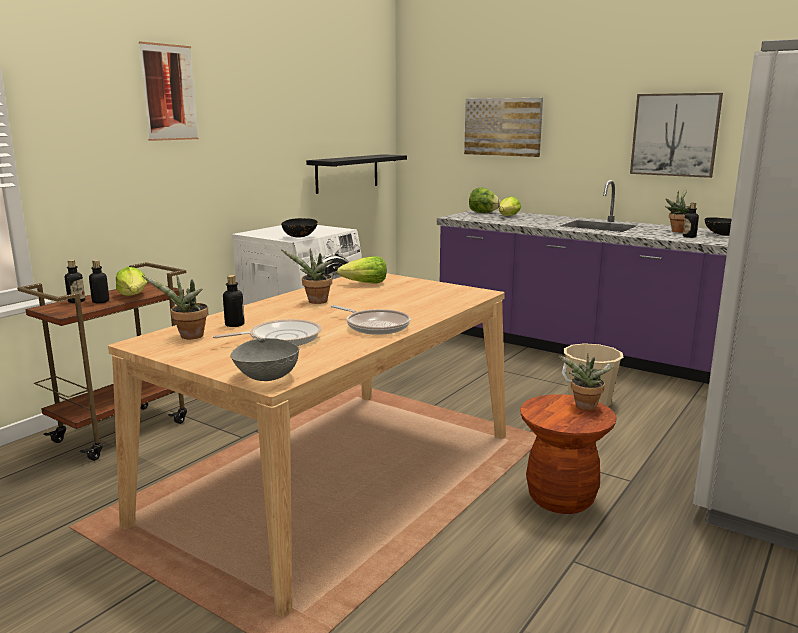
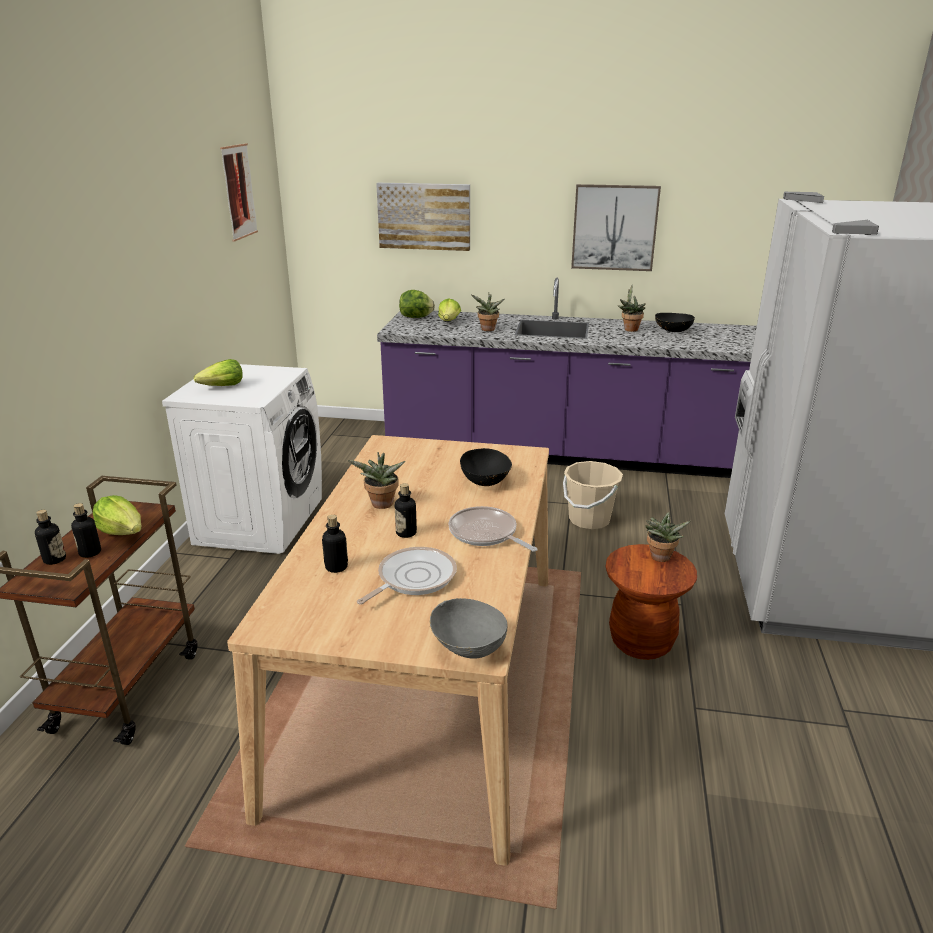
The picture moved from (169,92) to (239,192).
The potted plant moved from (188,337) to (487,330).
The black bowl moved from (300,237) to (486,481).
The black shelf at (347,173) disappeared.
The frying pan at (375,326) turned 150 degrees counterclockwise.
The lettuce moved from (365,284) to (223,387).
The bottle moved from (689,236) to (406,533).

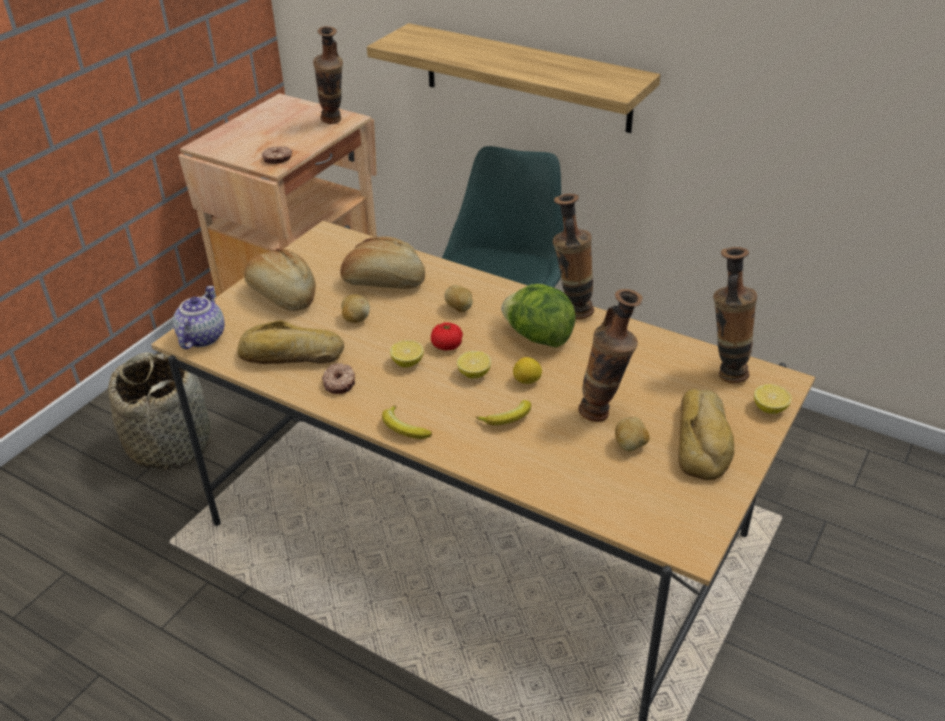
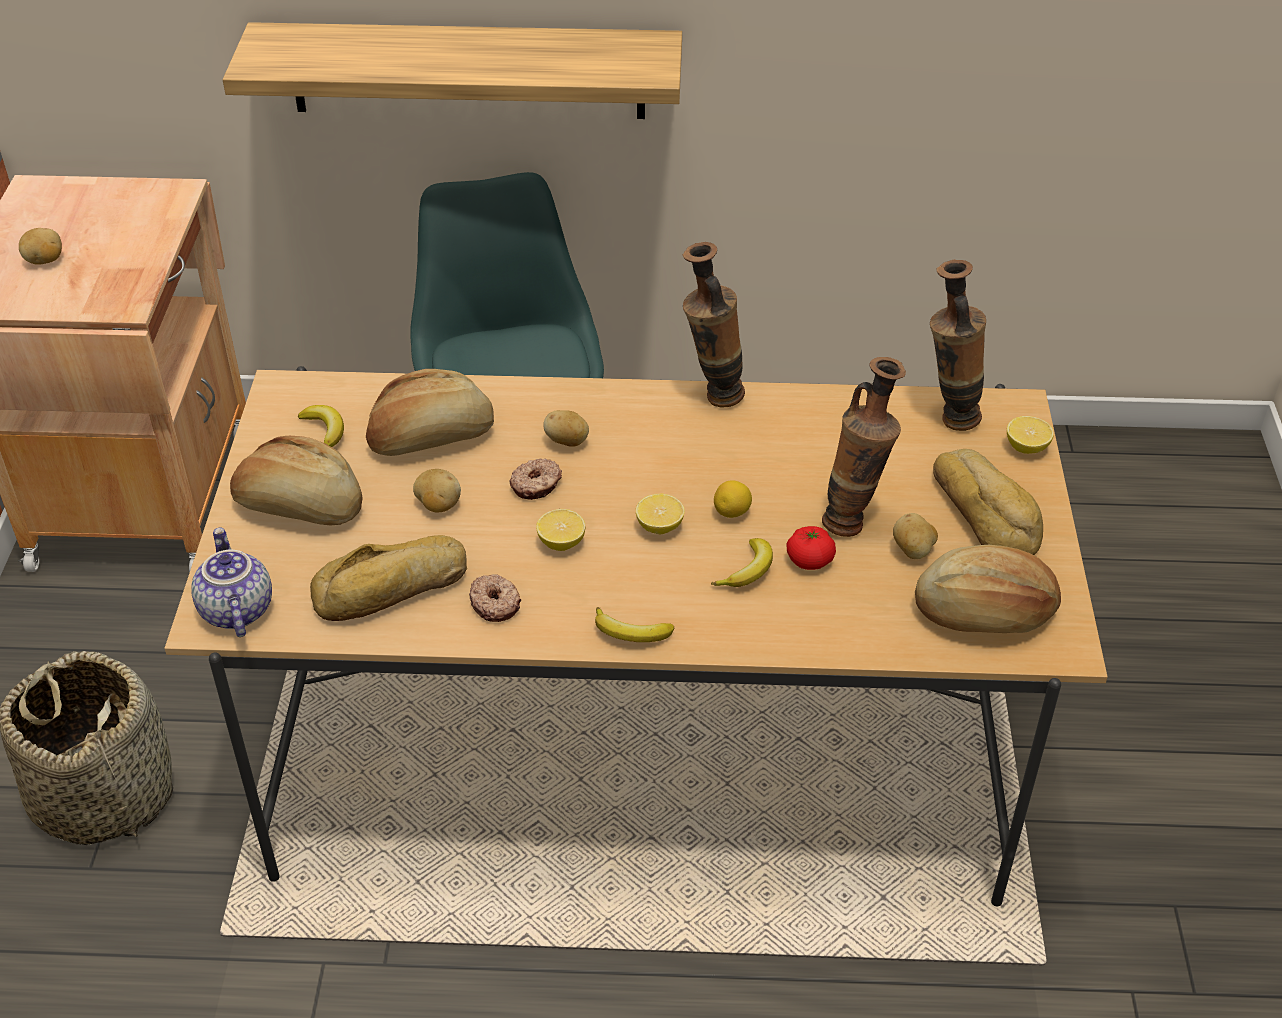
The donut moved from (277,159) to (536,485).
The vase at (334,122) disappeared.
The tomato moved from (447,345) to (809,560).
The lettuce at (538,337) disappeared.
The potato at (45,261) appeared.
The banana at (324,433) appeared.
The bread at (984,612) appeared.

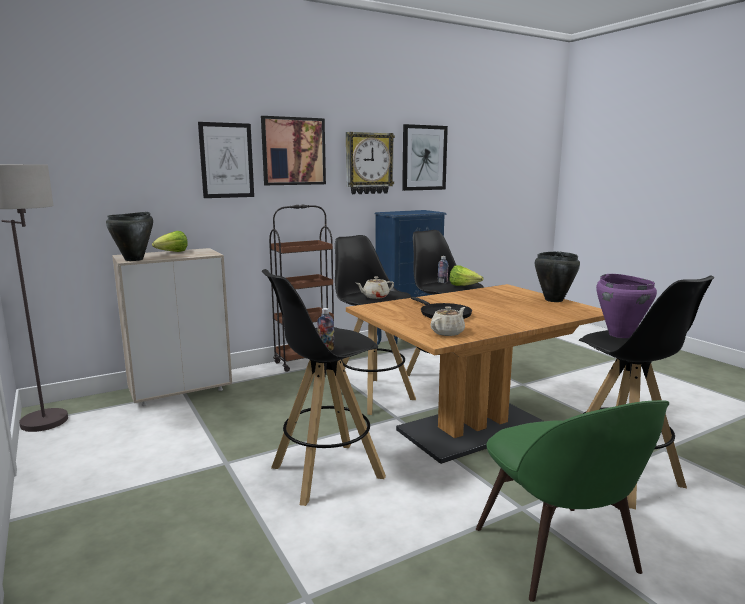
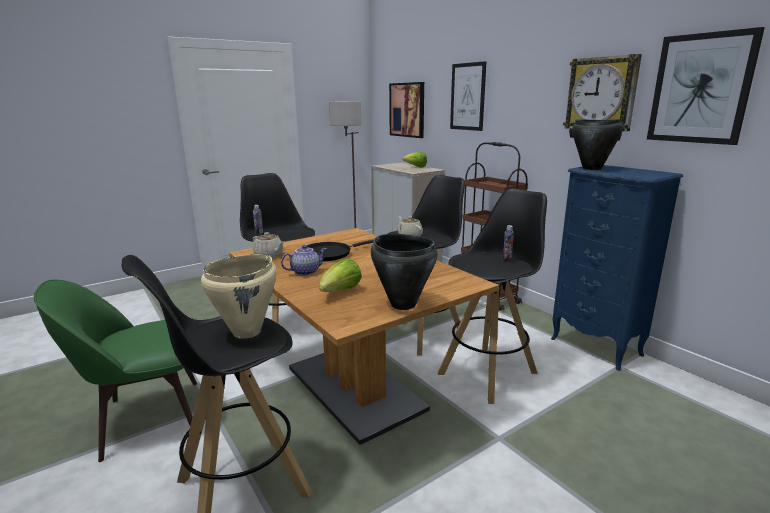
The black cooking pot moved from (134,259) to (592,168).
The picture moved from (293,151) to (407,110).
The lettuce moved from (463,286) to (340,292).
The purple cooking pot at (620,334) became the beige cooking pot at (247,332).
The teapot at (305,272) appeared.

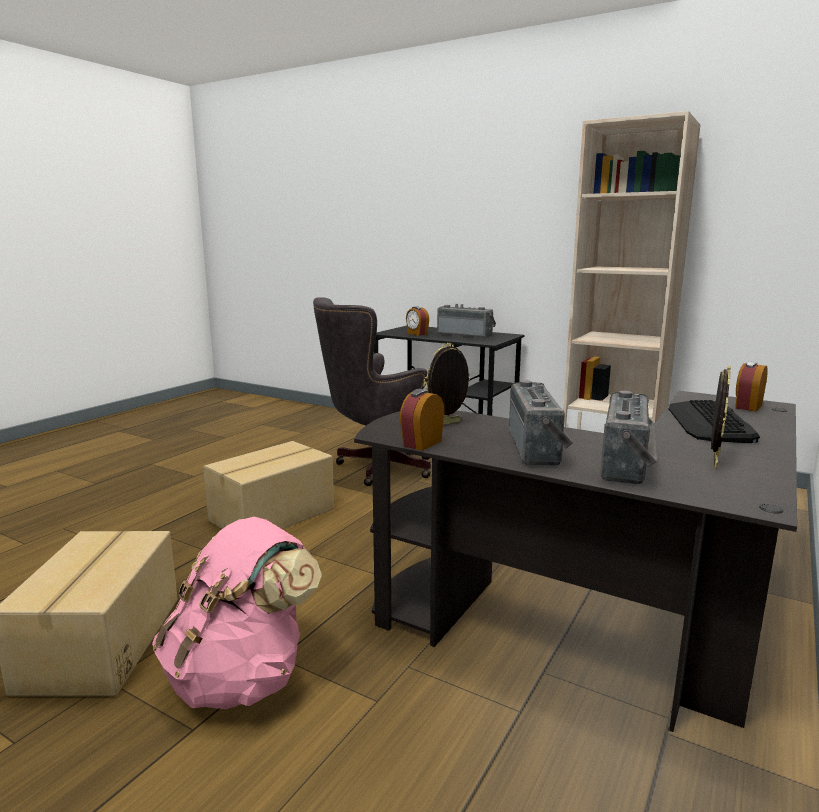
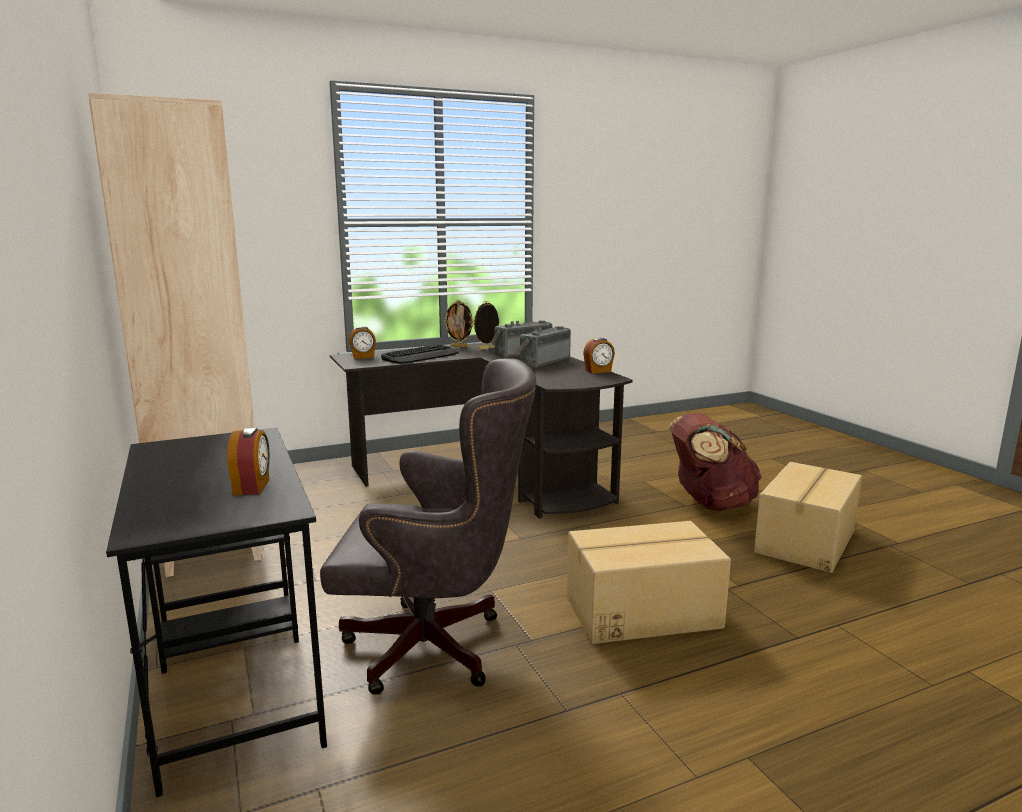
The pink backpack at (242,677) became the brown backpack at (710,504).
The picture frame moved from (447,424) to (459,346).
The radio at (466,335) disappeared.

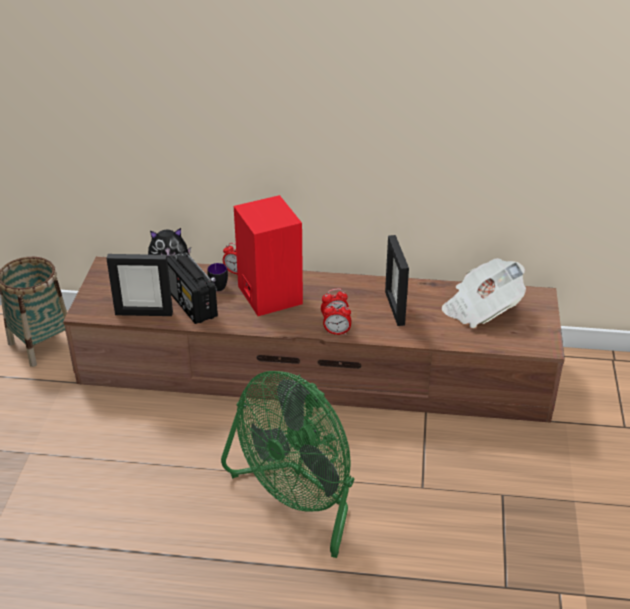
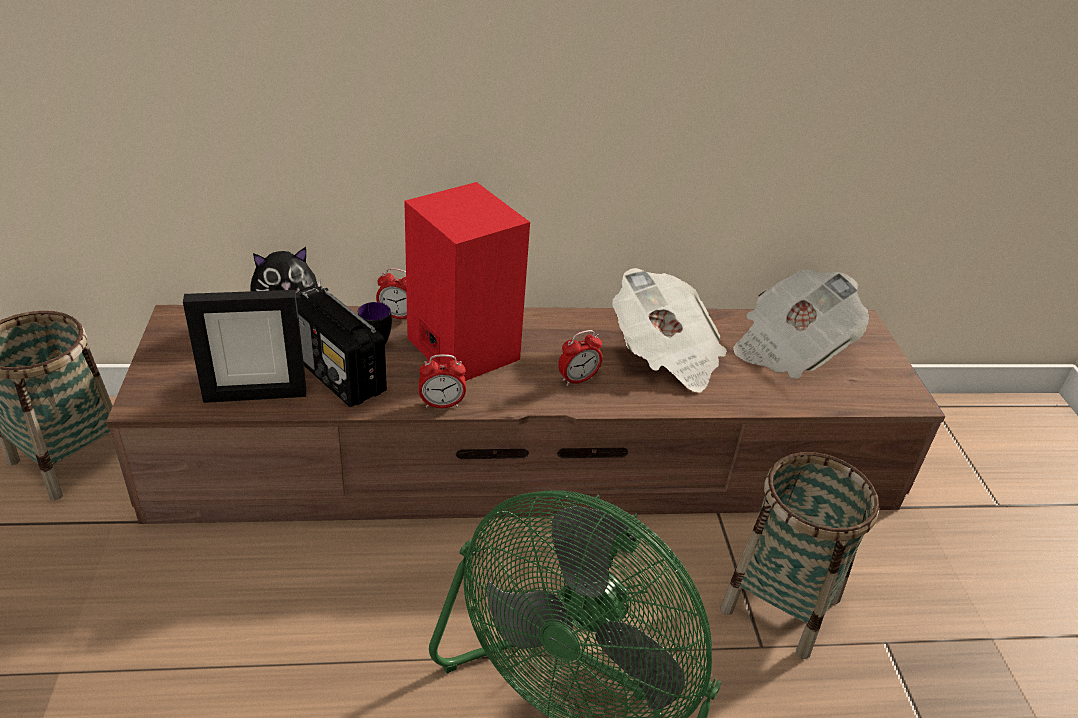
The alarm clock moved from (337,332) to (442,404).
The picture frame at (396,308) was replaced by the newspaper at (665,355).
The basket at (780,604) appeared.

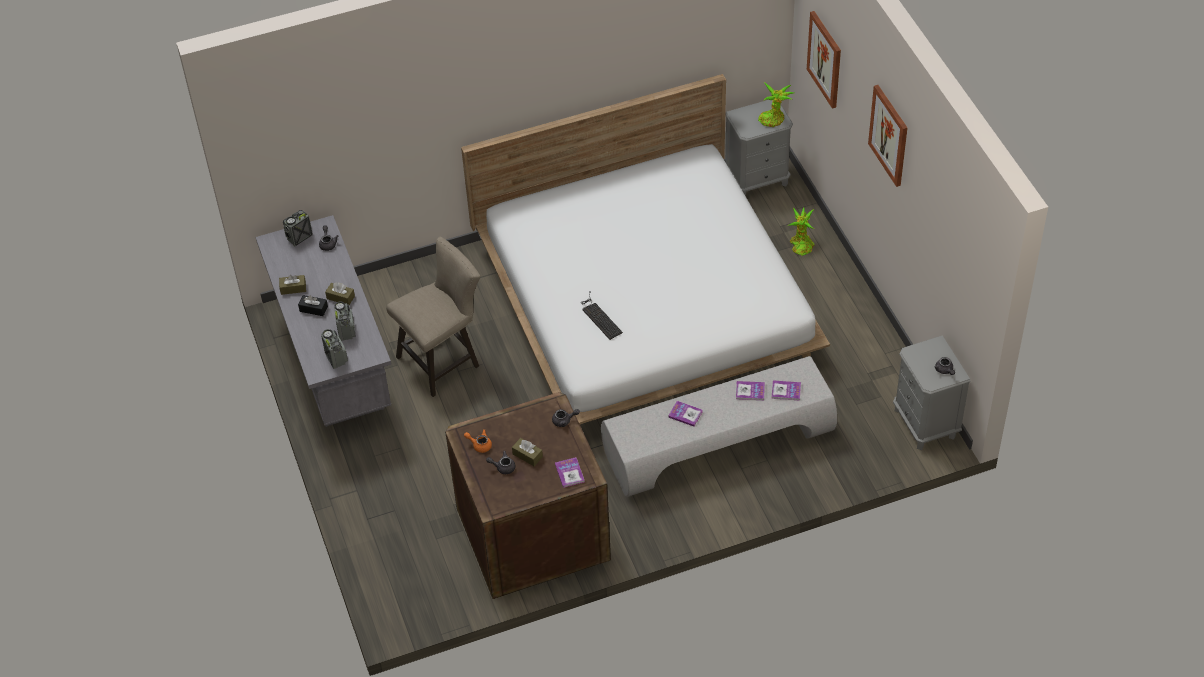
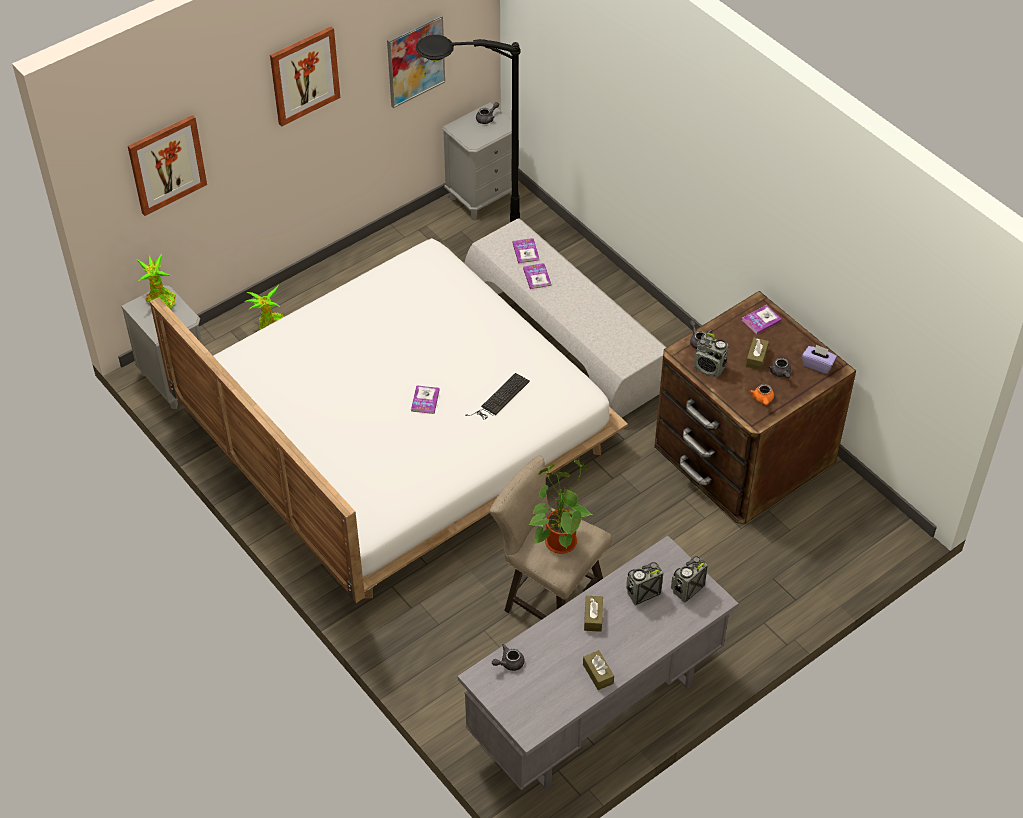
The radio moved from (299,237) to (709,368).
The black tissue box at (313,309) disappeared.
The book moved from (685,414) to (425,400).
The picture at (415,60) appeared.
The black floor lamp at (463,240) appeared.
The potted plant at (559,539) appeared.
The purple tissue box at (817,365) appeared.

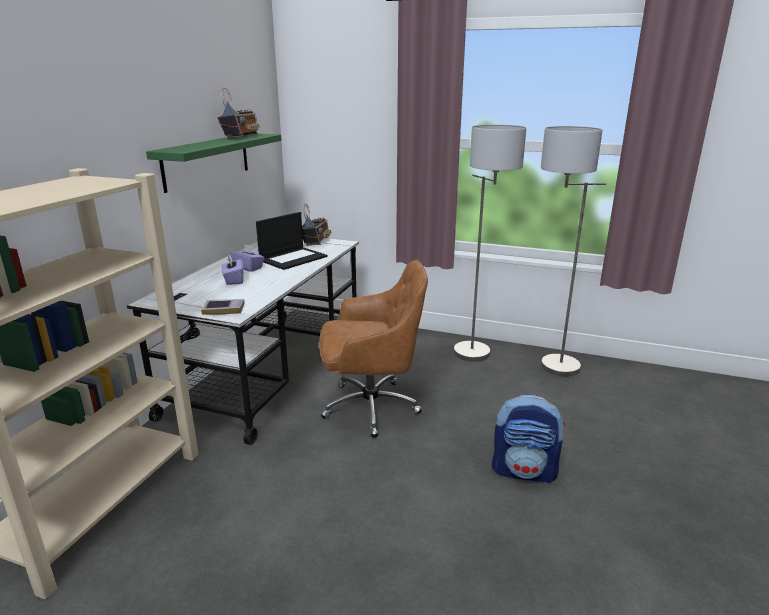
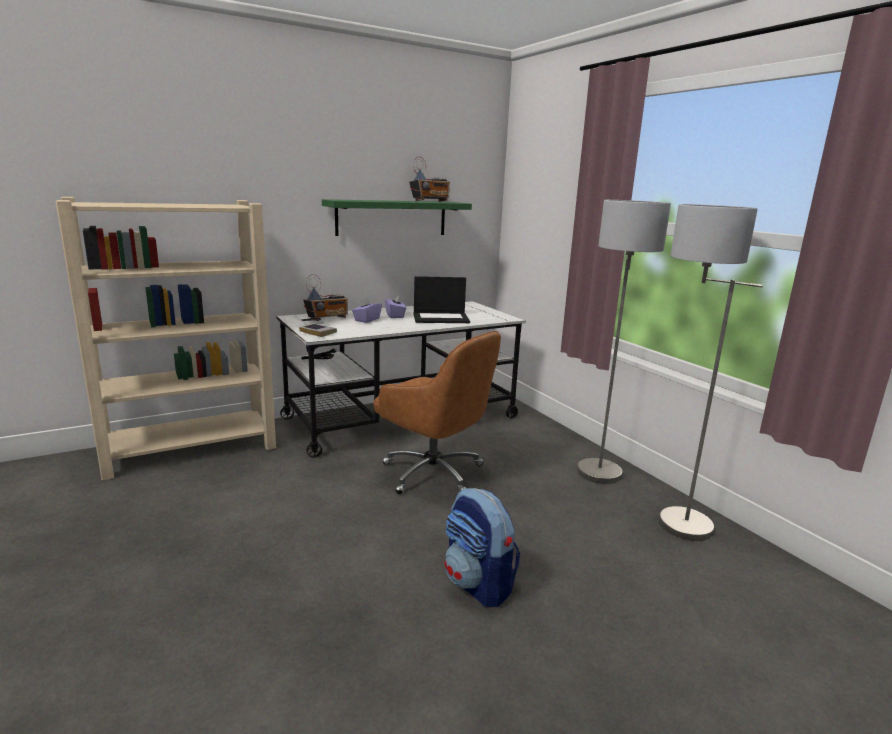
The radio moved from (316,242) to (327,319).

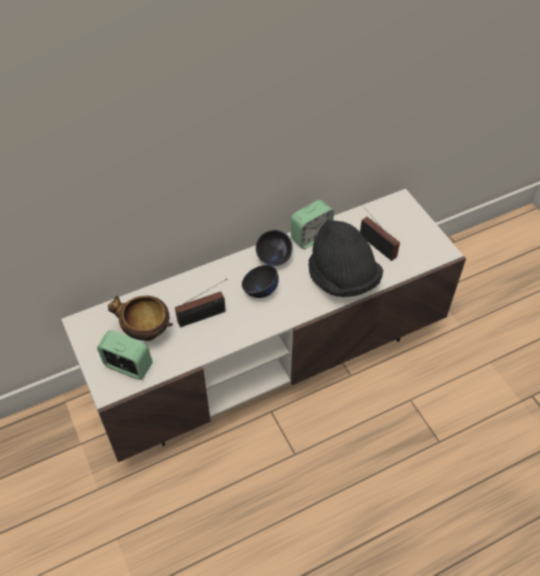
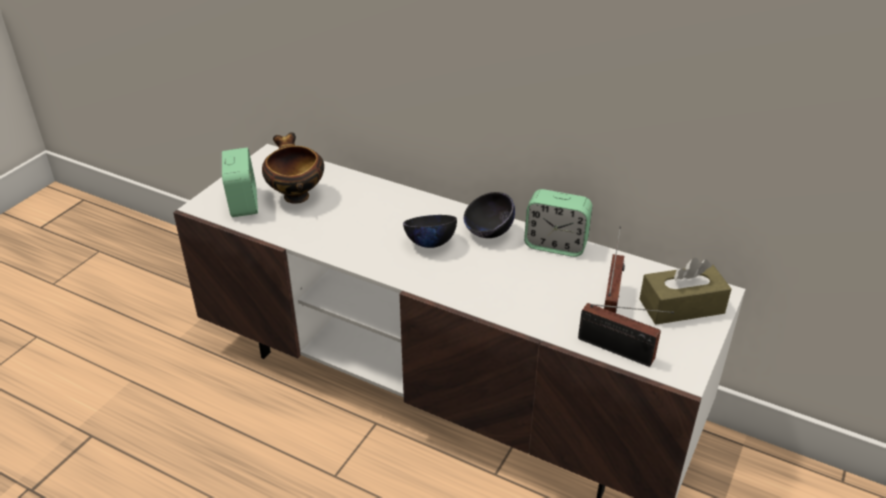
The radio moved from (204,316) to (619,351).
The black hat at (342,278) disappeared.
The brown tissue box at (681,306) appeared.

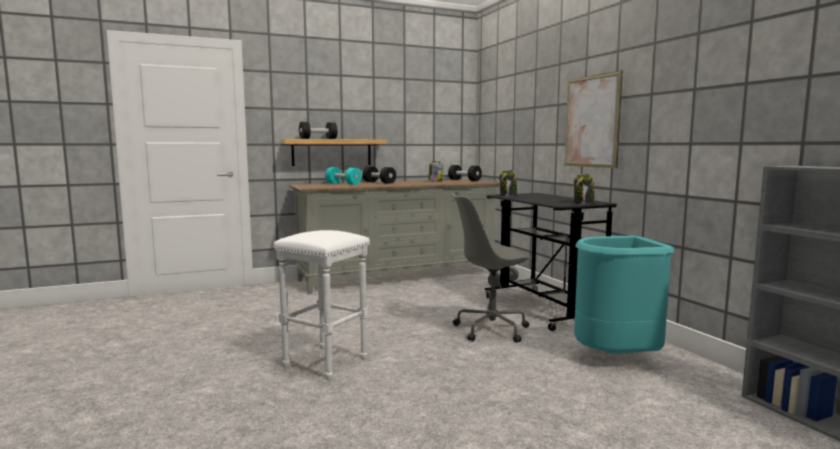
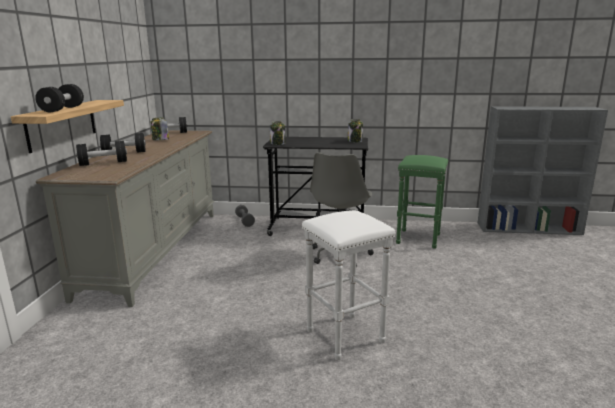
The turquoise dumbbell at (343,184) became the black dumbbell at (103,163).
The picture at (591,121) disappeared.
The turquoise trash can at (615,358) was replaced by the green stool at (419,238).

